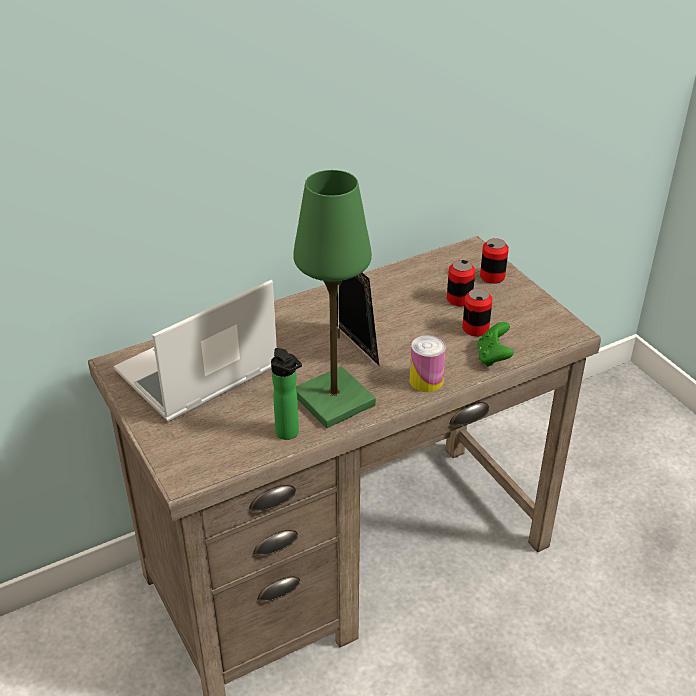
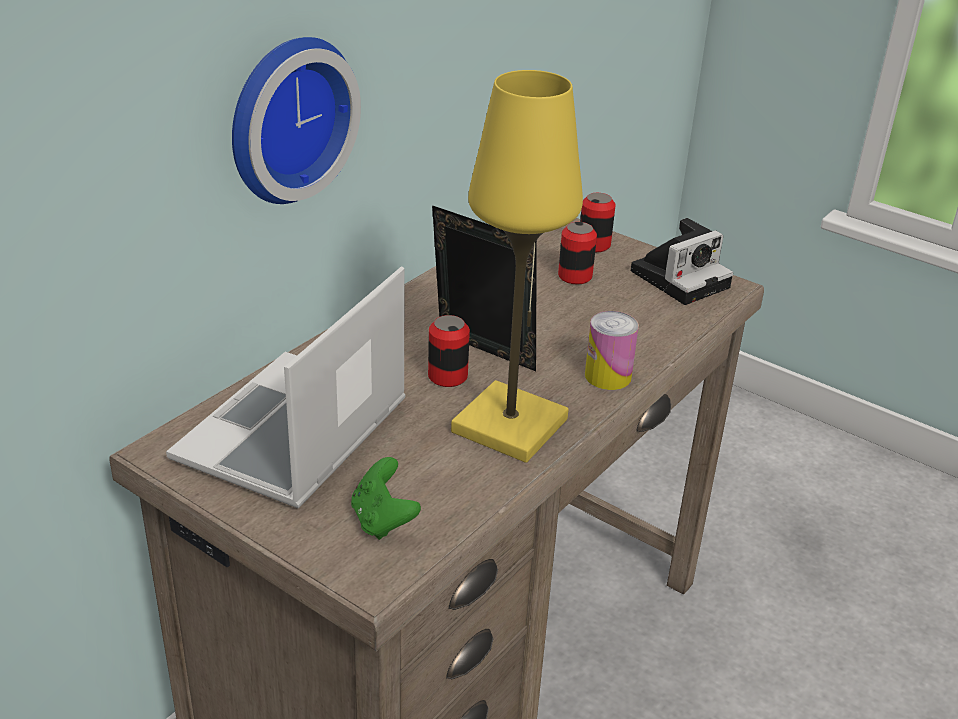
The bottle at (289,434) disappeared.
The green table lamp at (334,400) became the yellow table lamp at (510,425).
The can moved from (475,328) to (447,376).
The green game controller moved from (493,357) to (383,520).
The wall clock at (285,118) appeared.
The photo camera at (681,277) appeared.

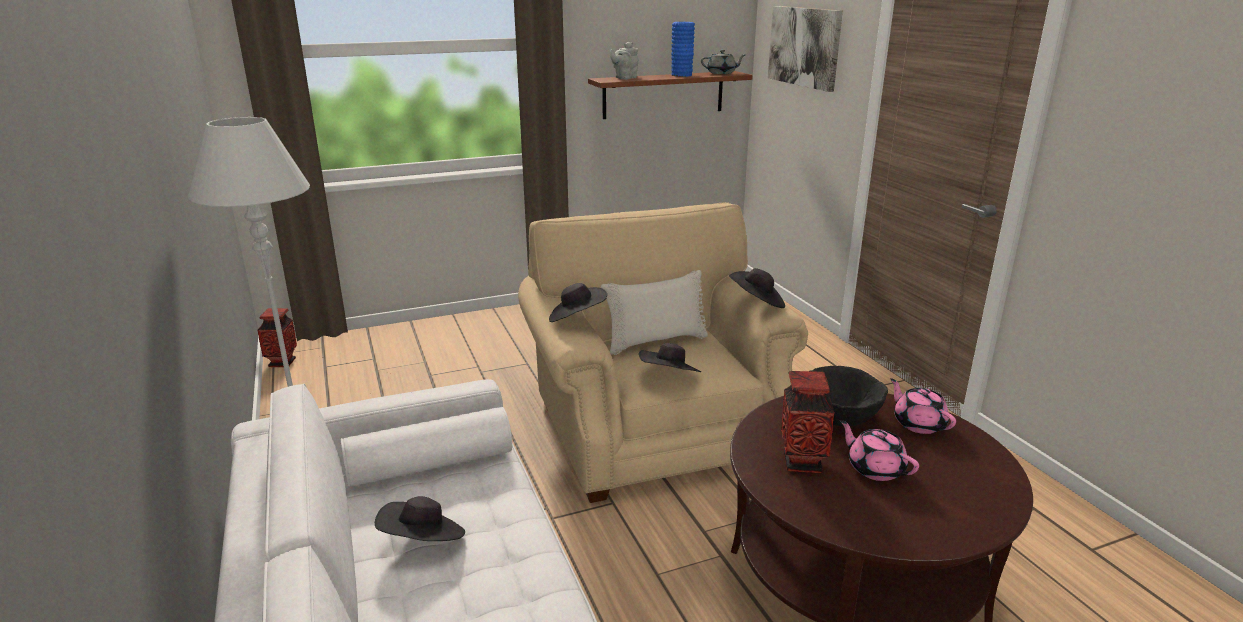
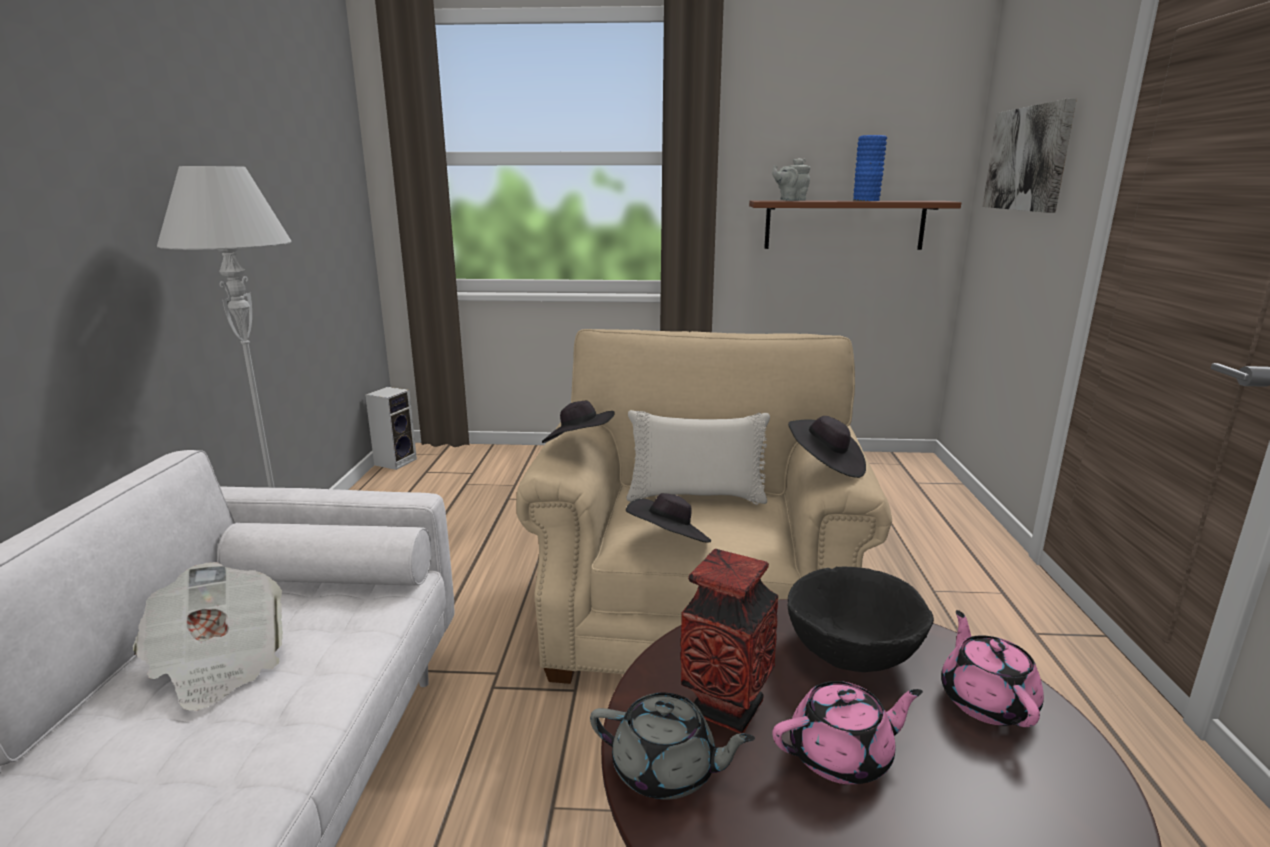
The vase at (282,362) was replaced by the speaker at (396,461).
The black hat at (423,541) was replaced by the newspaper at (219,663).
The grey teapot moved from (722,73) to (666,771).
The pink teapot at (874,468) turned 90 degrees clockwise.

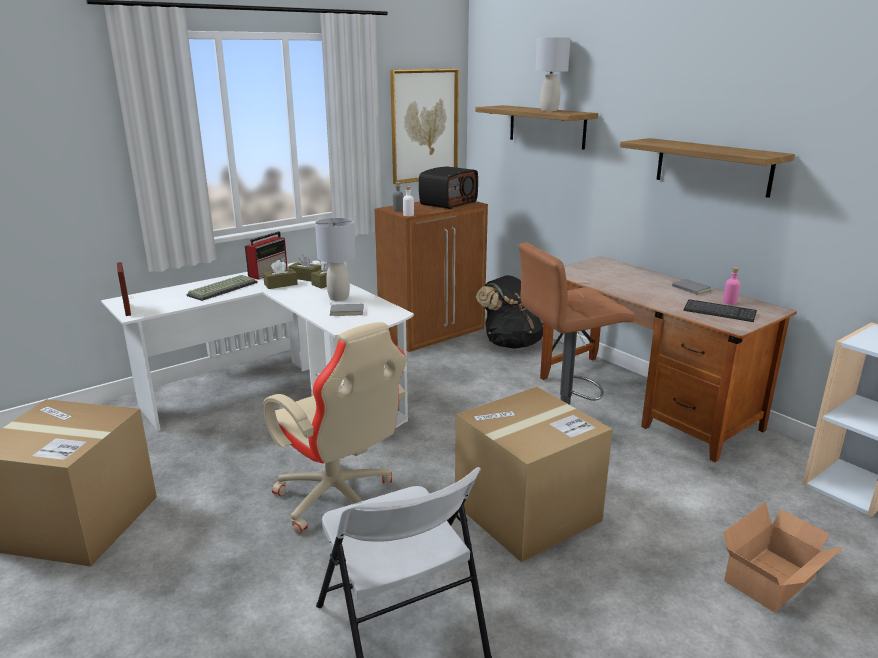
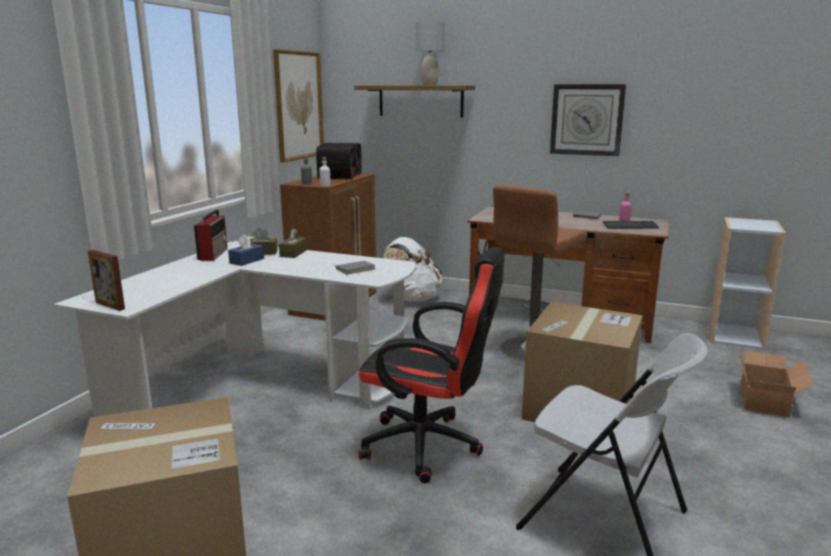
The keyboard at (222,288) disappeared.
The brown tissue box at (280,284) became the blue tissue box at (247,261).
The beige office chair at (340,503) became the black office chair at (430,448).
The grey table lamp at (339,298) disappeared.
The black backpack at (510,343) became the white backpack at (412,298).
The shelf at (712,166) was replaced by the wall clock at (587,119).

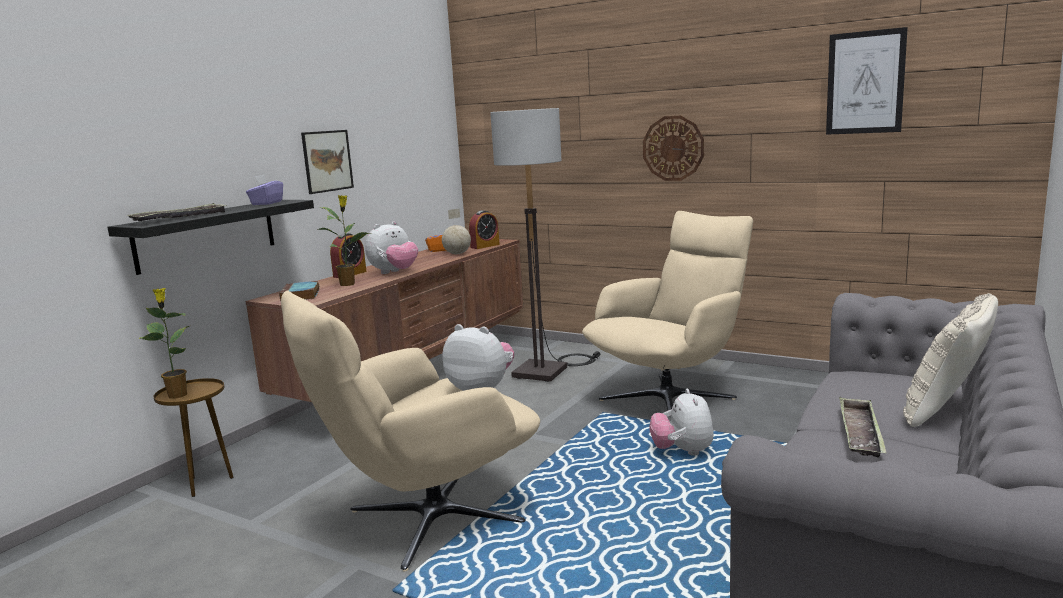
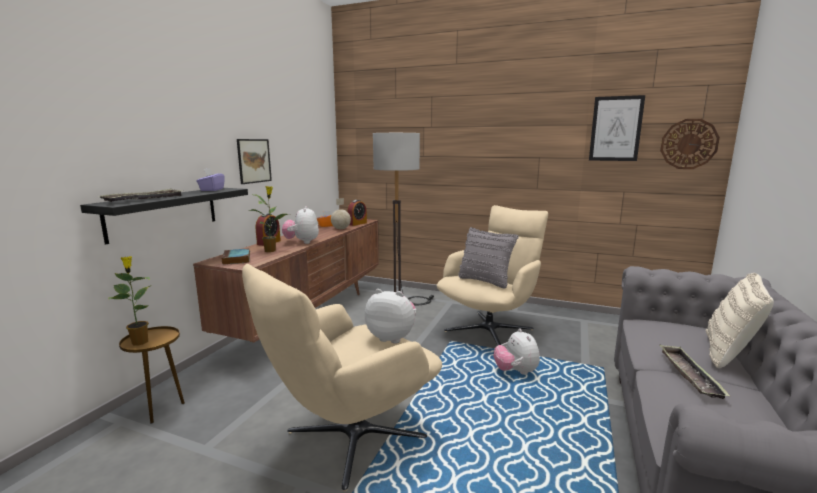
The plush toy at (394,273) turned 135 degrees clockwise.
The wall clock moved from (673,148) to (688,144).
The grey pillow at (485,281) appeared.

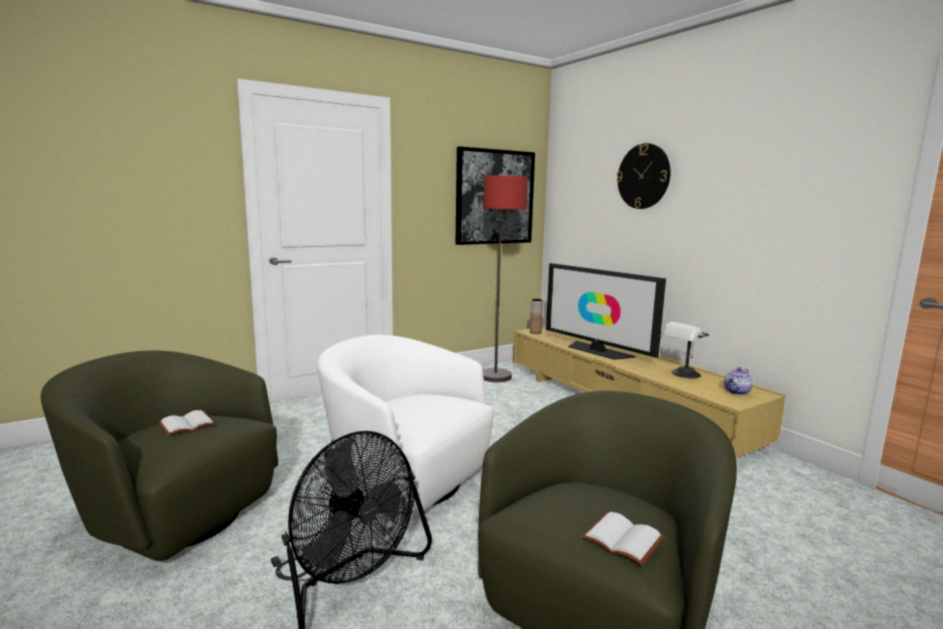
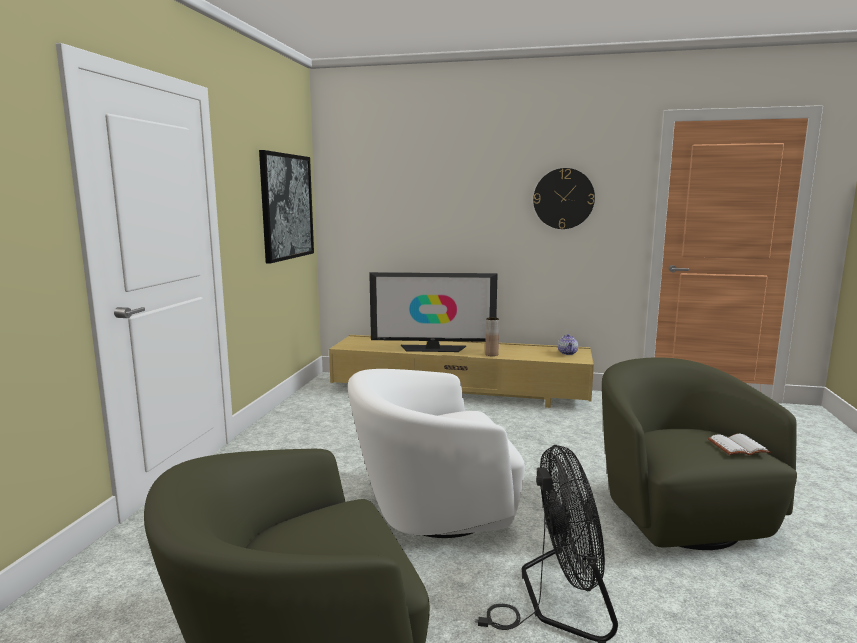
The white book at (186,425) disappeared.
The red floor lamp at (498,380) disappeared.
The brown vase moved from (535,332) to (491,354).
The wall clock moved from (643,176) to (563,198).
The table lamp at (683,375) disappeared.

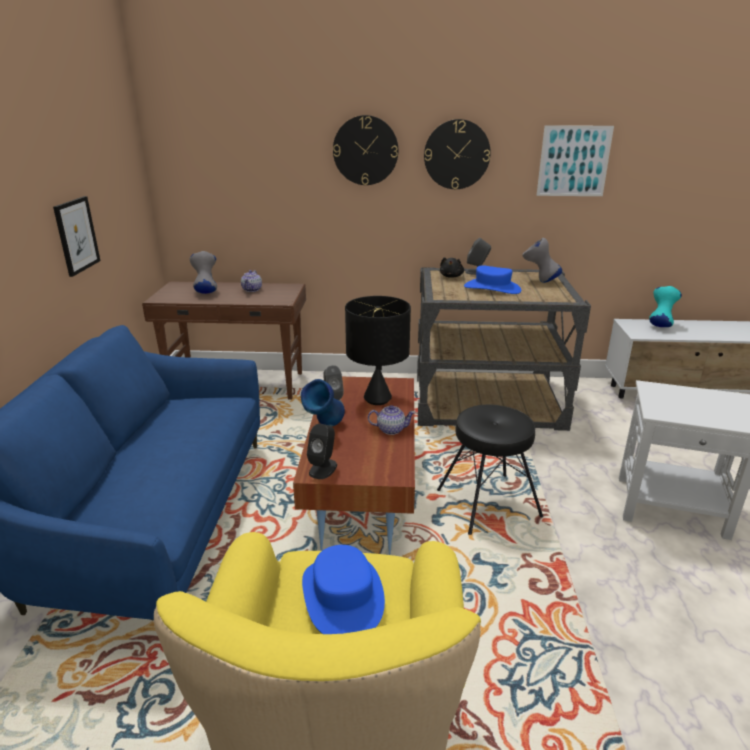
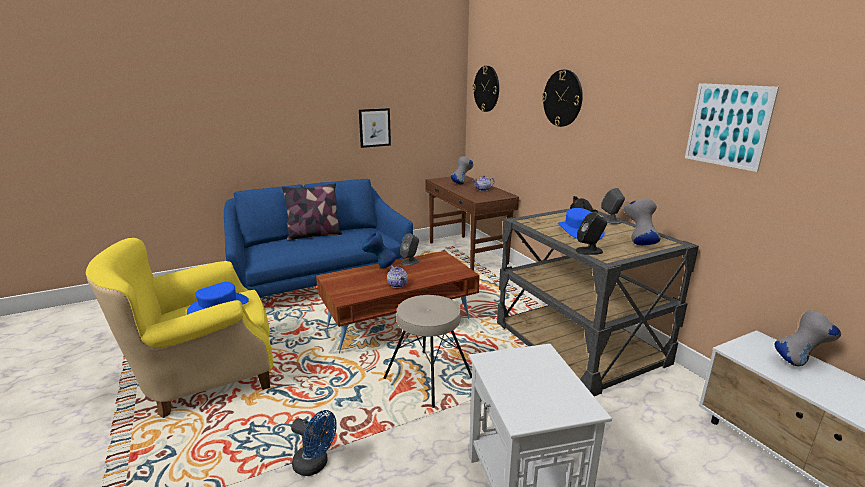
The black speaker moved from (323,468) to (589,251).
The black table lamp at (377,400) disappeared.
The wall clock moved from (456,154) to (486,89).
The black stool at (487,502) became the beige stool at (428,377).
The turquoise vase at (659,325) became the grey vase at (799,362).
The pillow at (314,235) appeared.
The blue fan at (315,465) appeared.

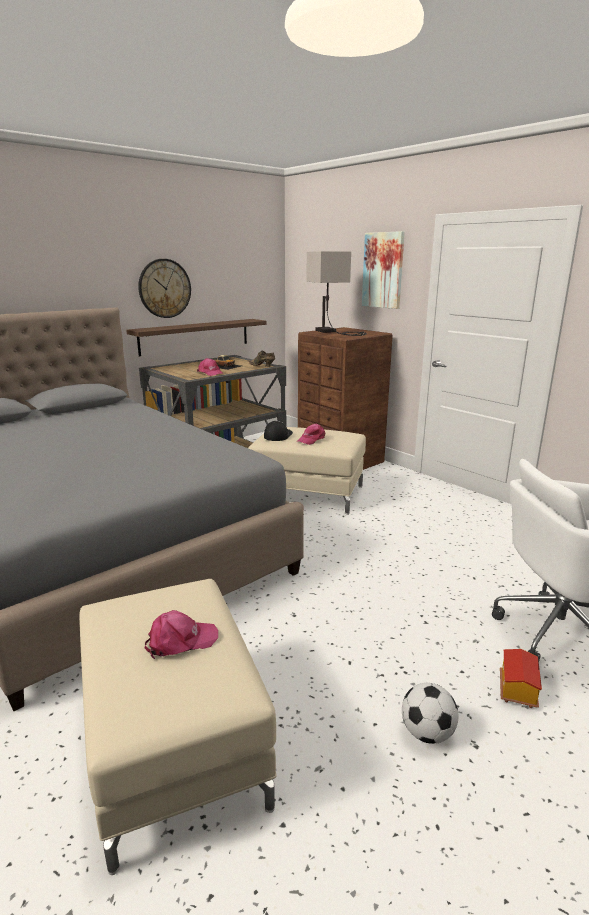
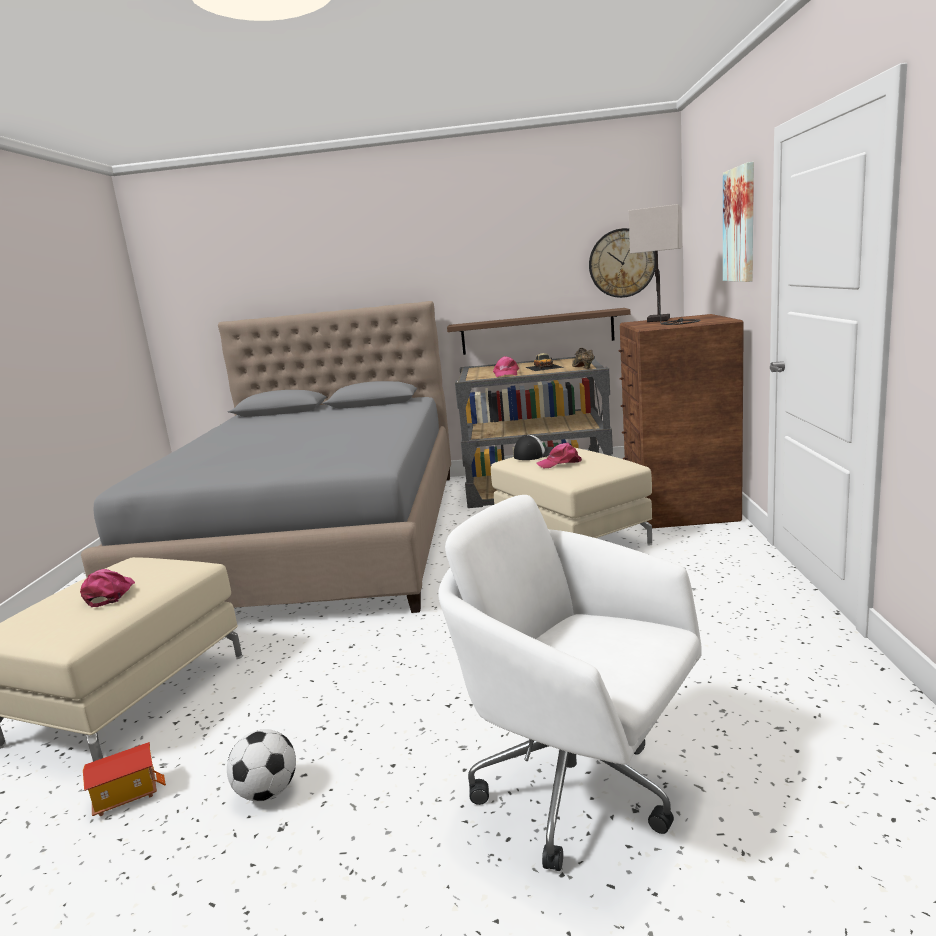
The wall clock moved from (164,288) to (622,263).
The pink cap at (180,641) turned 120 degrees counterclockwise.
The toy house moved from (516,690) to (126,795).

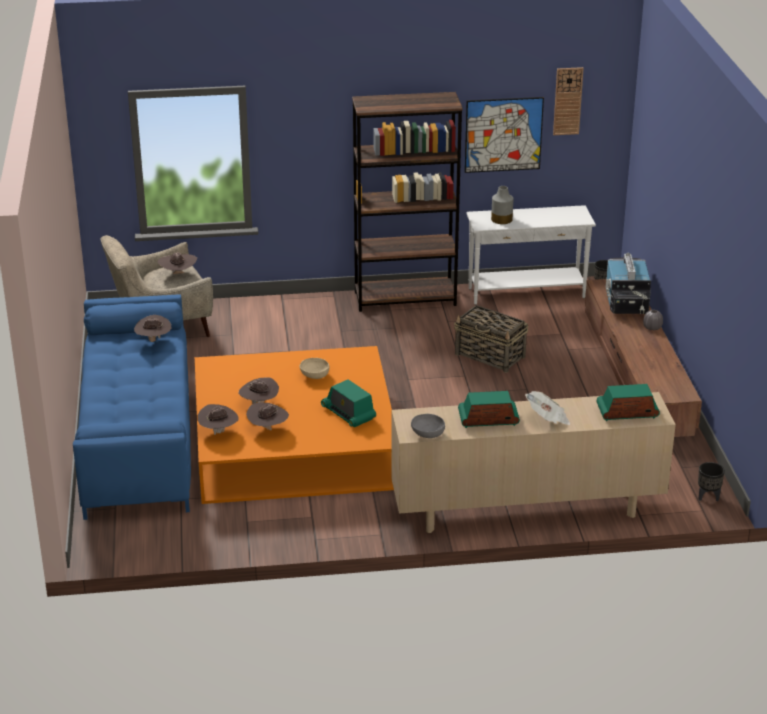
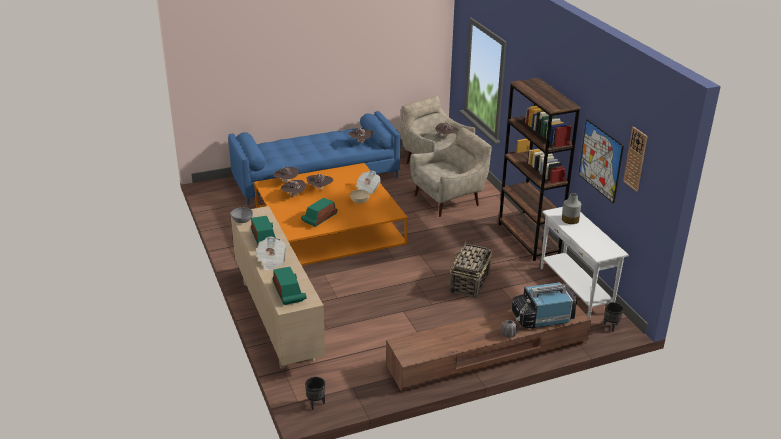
The newspaper at (367,189) appeared.
The beige armchair at (449,200) appeared.

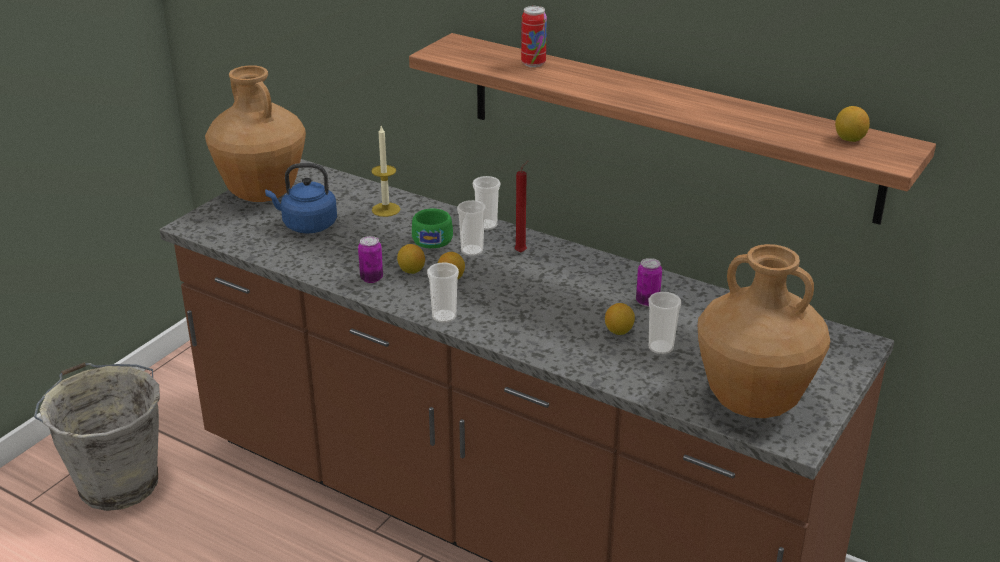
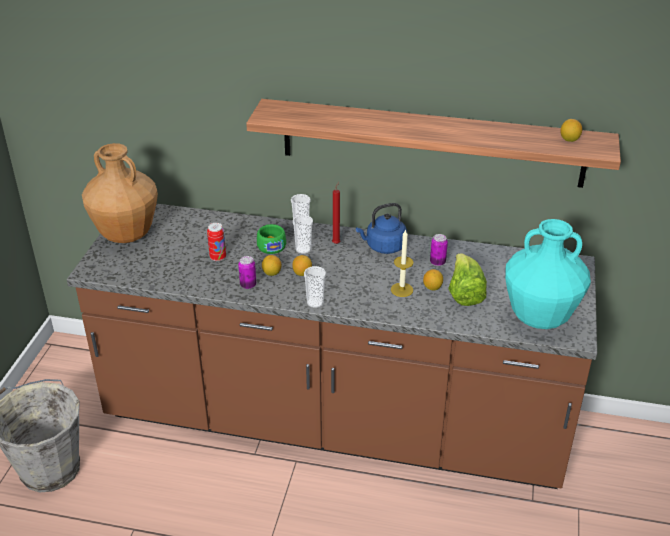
The blue kettle moved from (307,225) to (383,247).
The candle moved from (386,209) to (402,290).
The can moved from (533,63) to (218,257).
The cup at (660,348) was replaced by the lettuce at (464,293).
The brown vase at (754,403) became the turquoise vase at (540,318).

